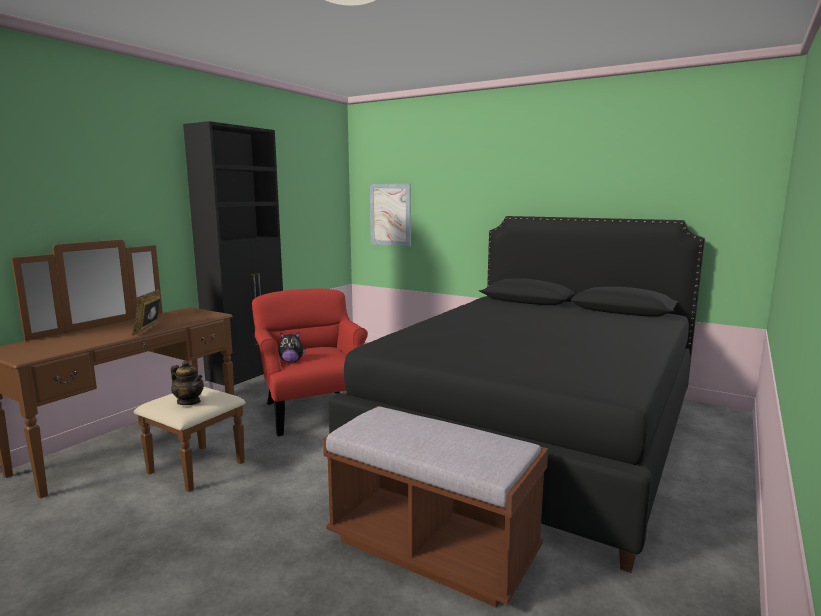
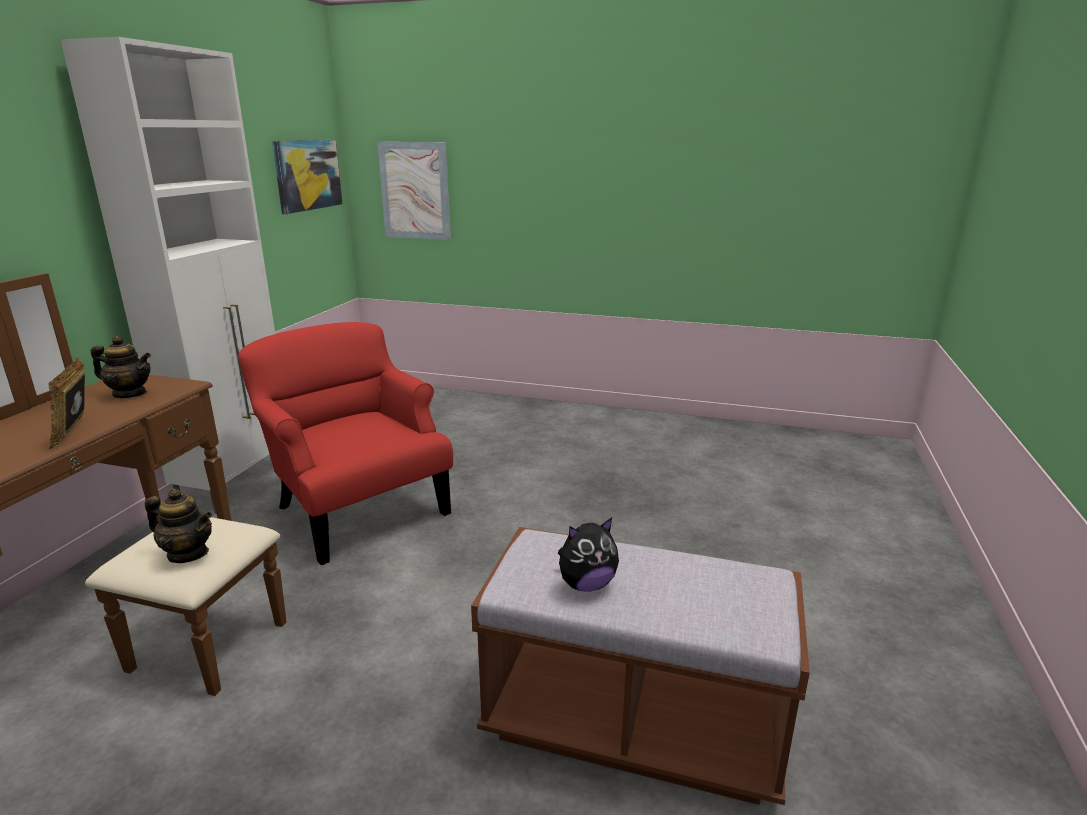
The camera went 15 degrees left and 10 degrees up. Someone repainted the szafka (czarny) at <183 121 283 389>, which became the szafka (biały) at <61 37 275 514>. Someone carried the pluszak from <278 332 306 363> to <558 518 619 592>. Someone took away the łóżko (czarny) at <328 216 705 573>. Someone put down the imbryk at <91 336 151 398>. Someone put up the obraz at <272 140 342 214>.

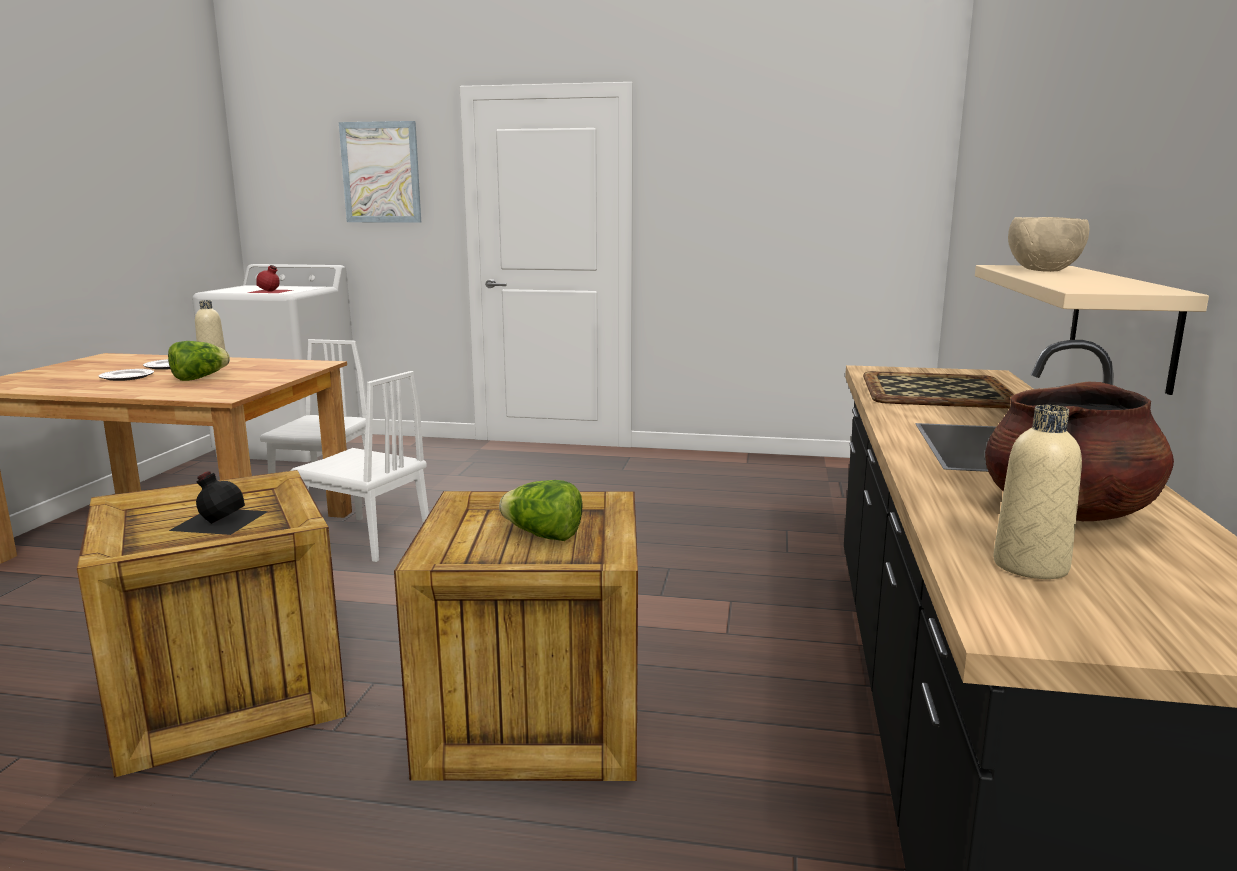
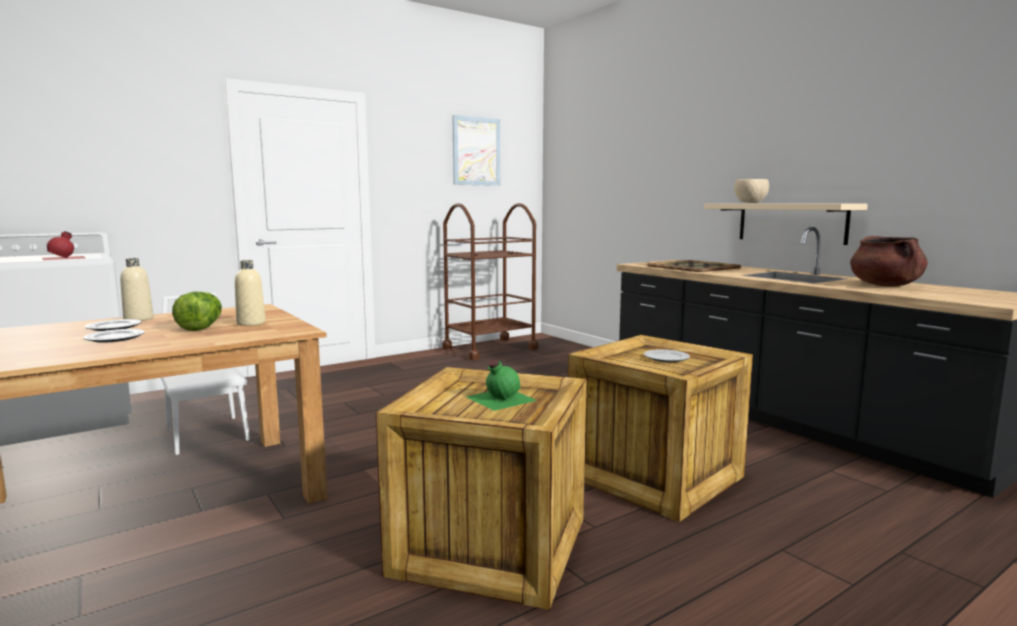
The camera went 45 degrees left and 5 degrees down. Someone repainted the butelka (czarny) at <169 471 268 535>, which became the butelka (zielony) at <466 360 538 411>. Someone took away the krzesło (biały) at <290 371 429 562>. Someone carried the obraz from <339 121 421 223> to <452 115 500 186>. Someone swapped the sałata at <499 480 583 541> for the talerz at <644 349 690 362>. Someone carried the butelka (beżowy) from <993 405 1082 579> to <235 260 266 326>. Someone put down the wózek (brązowy) at <442 203 538 360>.

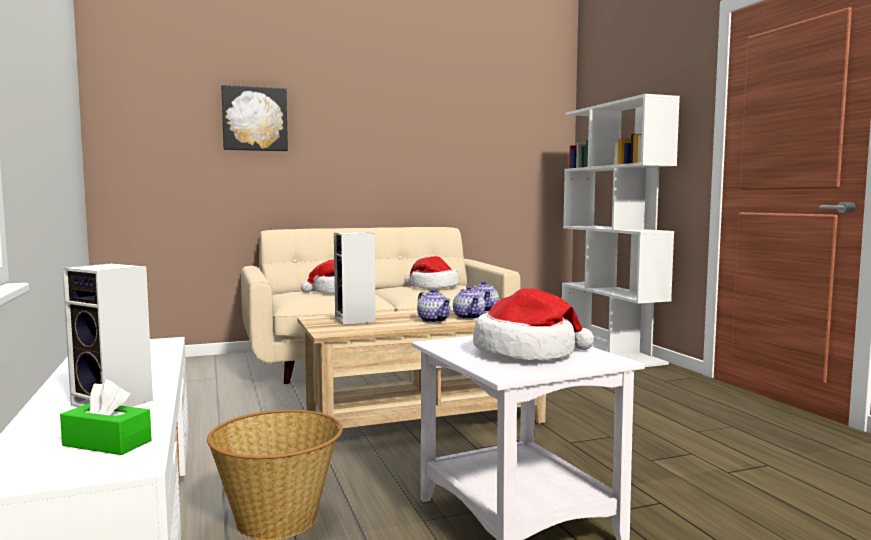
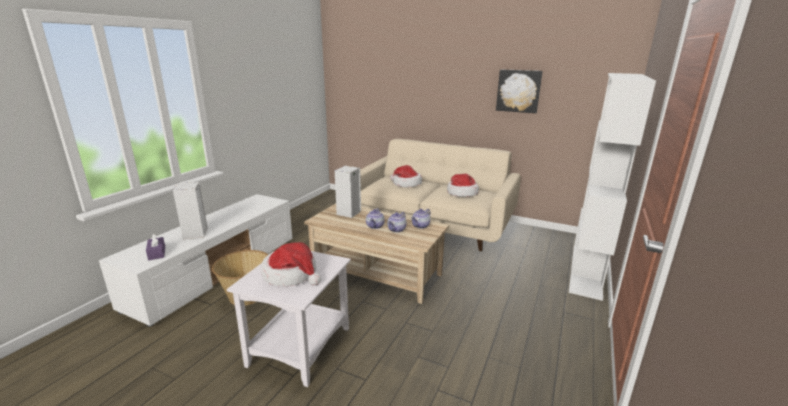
The camera went 45 degrees right and 15 degrees up. Someone repainted the pudełko chusteczek (zielony) at <60 380 152 455>, which became the pudełko chusteczek (fioletowy) at <146 233 165 260>. Someone carried the obraz from <221 85 288 151> to <496 70 543 113>.

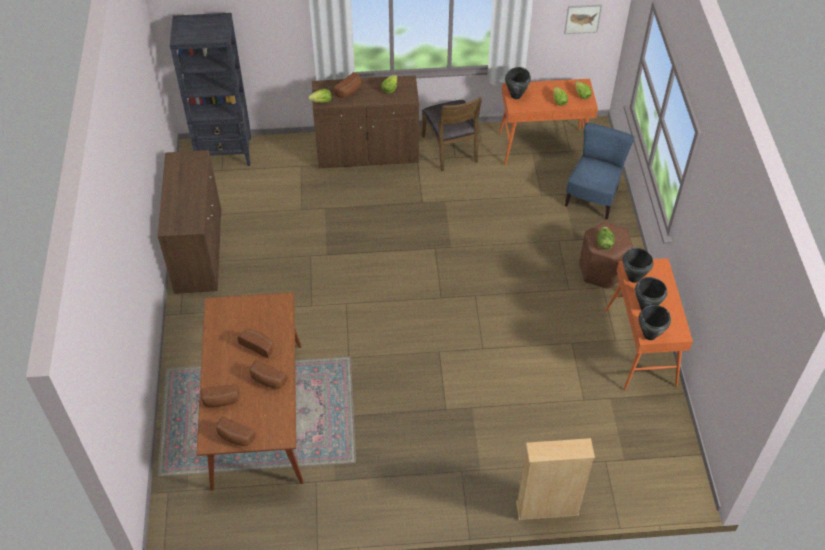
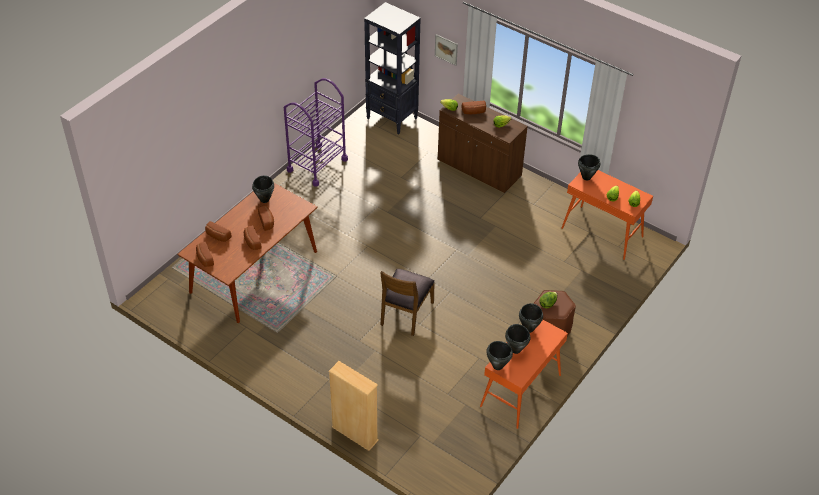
The camera went 40 degrees right and 5 degrees down. Someone swapped the szafka (brązowy) at <158 150 221 295> for the wózek (fioletowy) at <284 78 348 187>. Someone carried the krzesło (brązowy) from <421 97 482 171> to <381 269 435 336>. Someone carried the obraz from <564 5 602 34> to <435 34 458 66>. Someone took away the krzesło (niebieski) at <565 123 634 219>. Someone put down the garnek (czarny) at <252 175 274 203>.

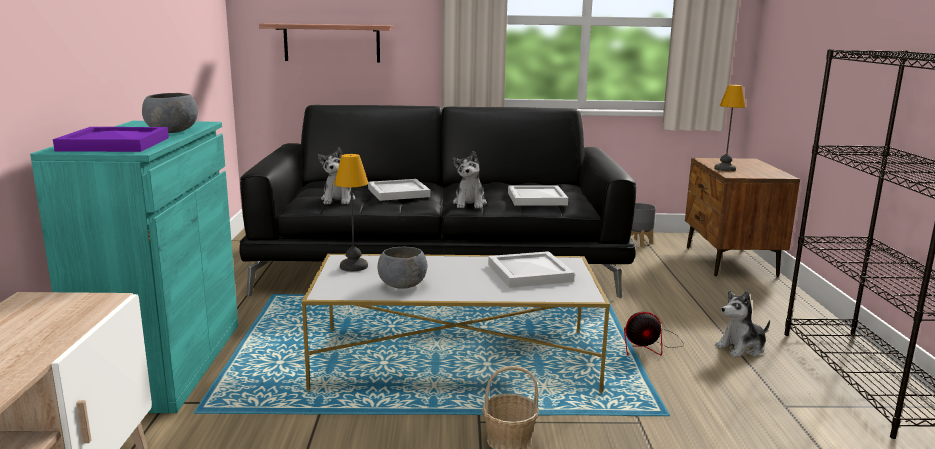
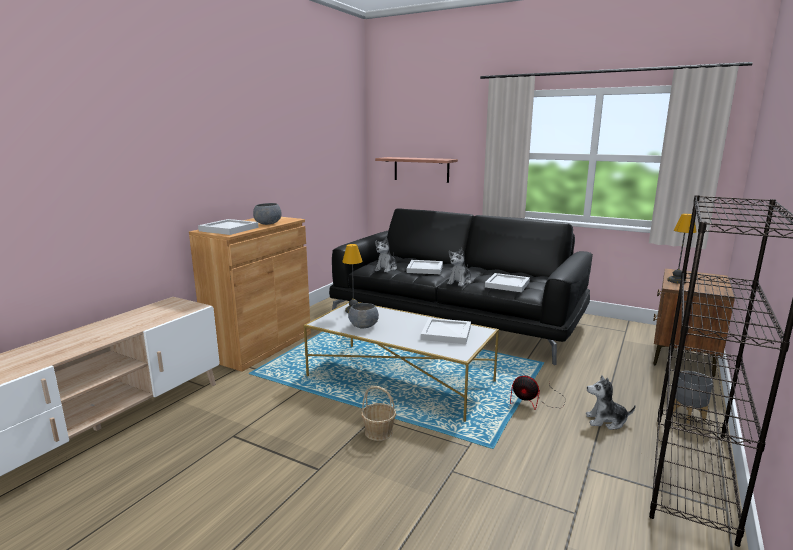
The camera went 30 degrees right and 0 degrees up. Someone repainted the szafka (turkusowy) at <30 121 238 413>, which became the szafka (brązowy) at <189 217 311 372>. Someone repainted the taca (fioletowy) at <53 127 169 152>, which became the taca (biały) at <198 219 259 235>. Someone carried the donica (szary) from <631 203 656 247> to <673 371 713 424>.

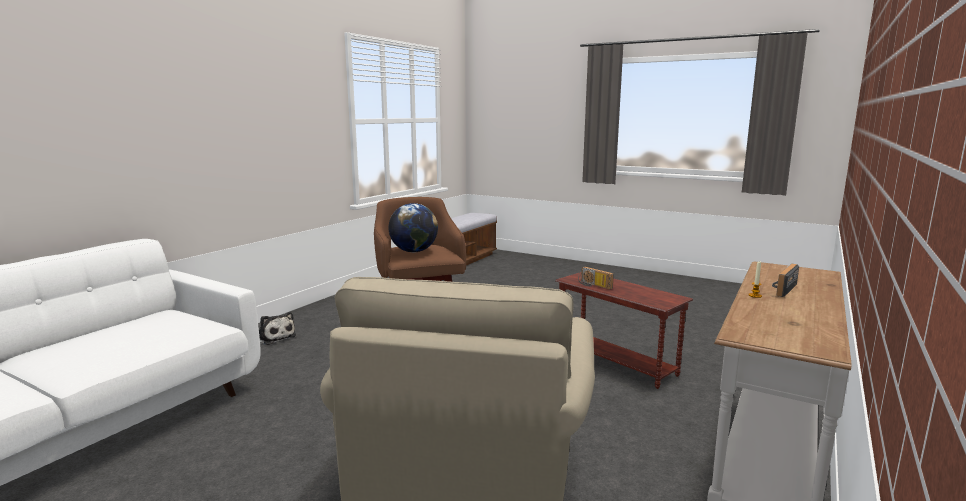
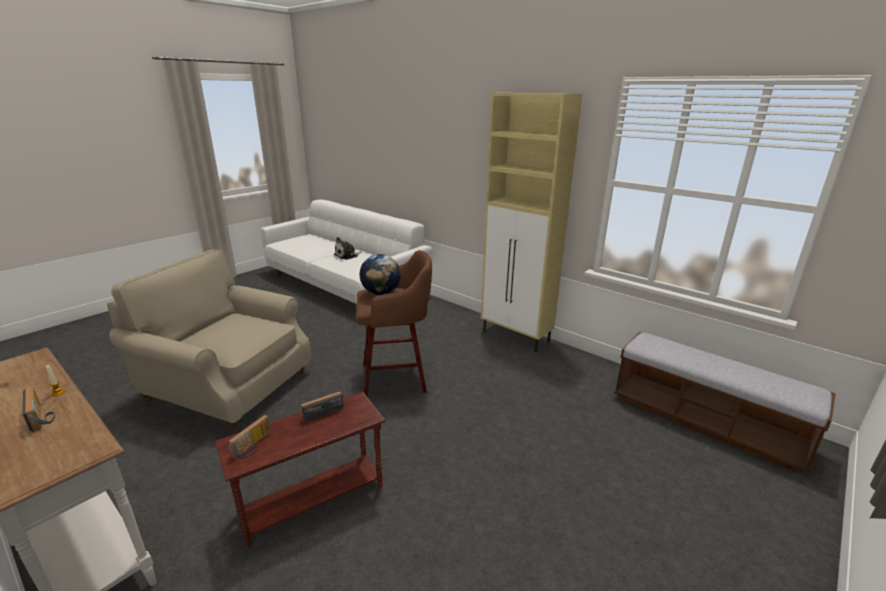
The camera went 100 degrees right and 10 degrees up. Someone carried the pluszak from <259 312 296 345> to <334 237 362 260>. Someone put down the radio at <228 415 271 459>. Someone put down the szafka (beżowy) at <481 93 582 352>.

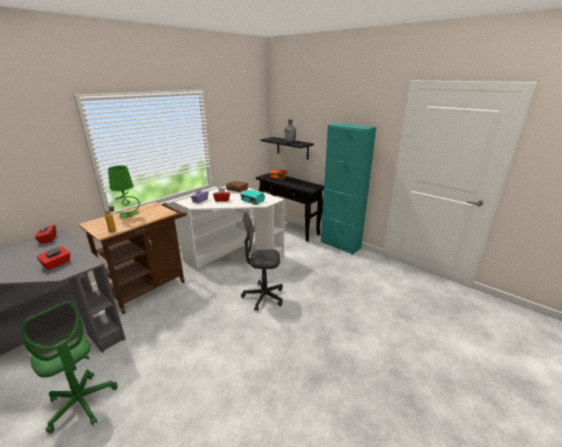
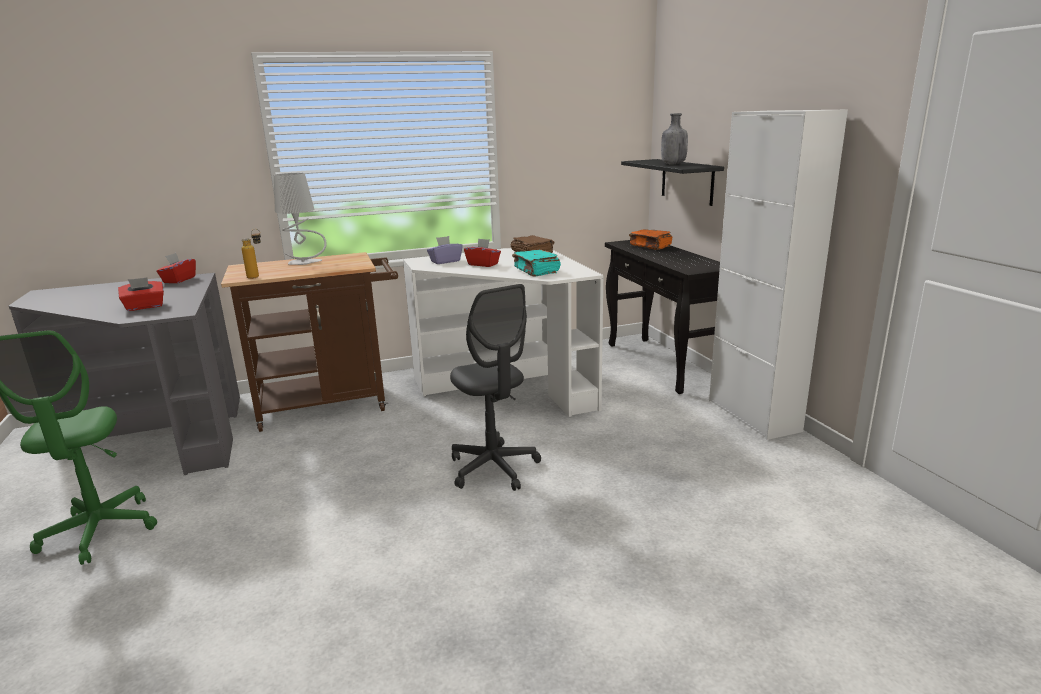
The camera went 30 degrees right and 5 degrees down. Someone repainted the lampa stołowa (zielony) at <108 165 140 218>, which became the lampa stołowa (szary) at <274 173 327 265>. Someone rotated the krzesło biurowe (szary) at <241 212 283 311> by 150 degrees counterclockwise. Someone repainted the szafka (turkusowy) at <321 123 376 255>, which became the szafka (biały) at <709 109 848 440>.

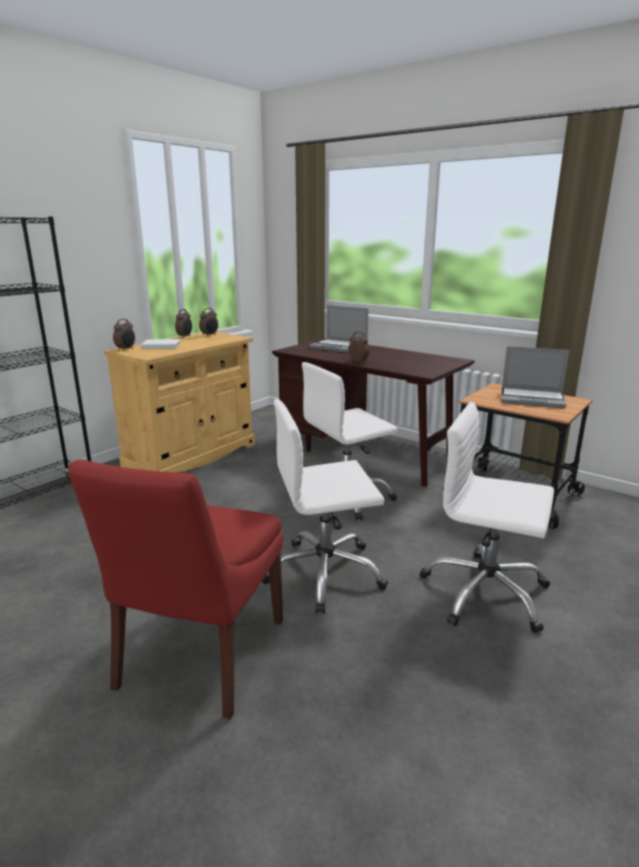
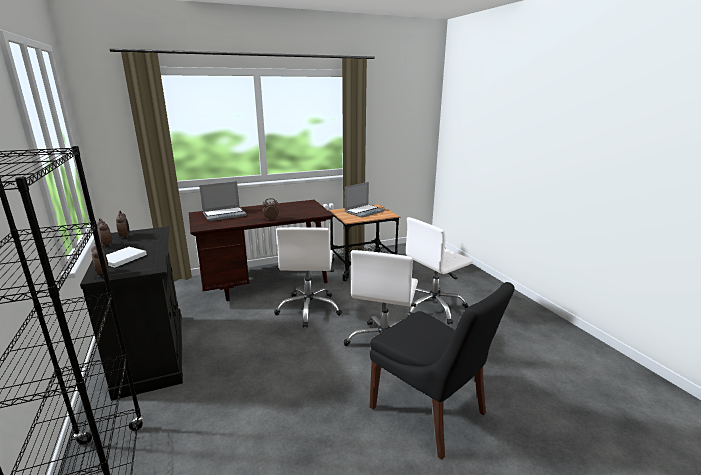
The camera went 60 degrees left and 0 degrees up. Someone repainted the krzesło (czerwony) at <68 459 283 720>, which became the krzesło (czarny) at <370 282 515 460>. Someone repainted the szafka (beżowy) at <104 332 255 472>, which became the szafka (czarny) at <80 226 183 401>.

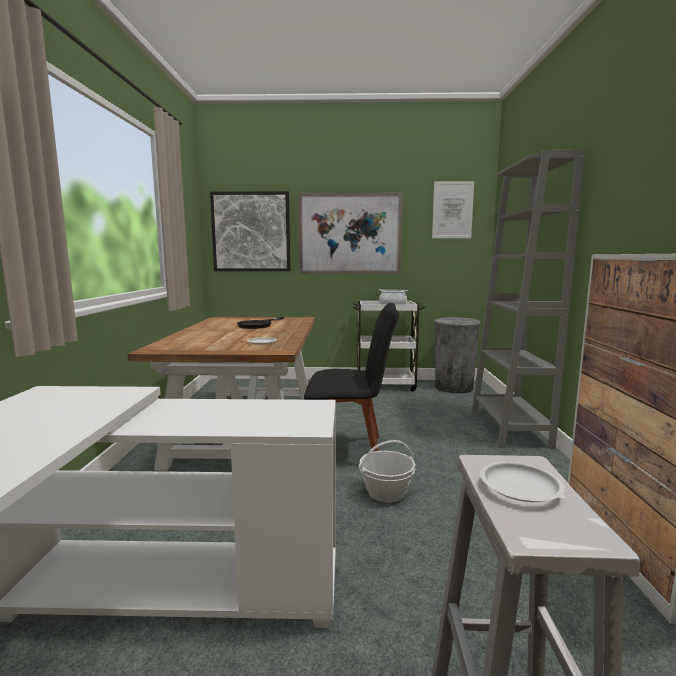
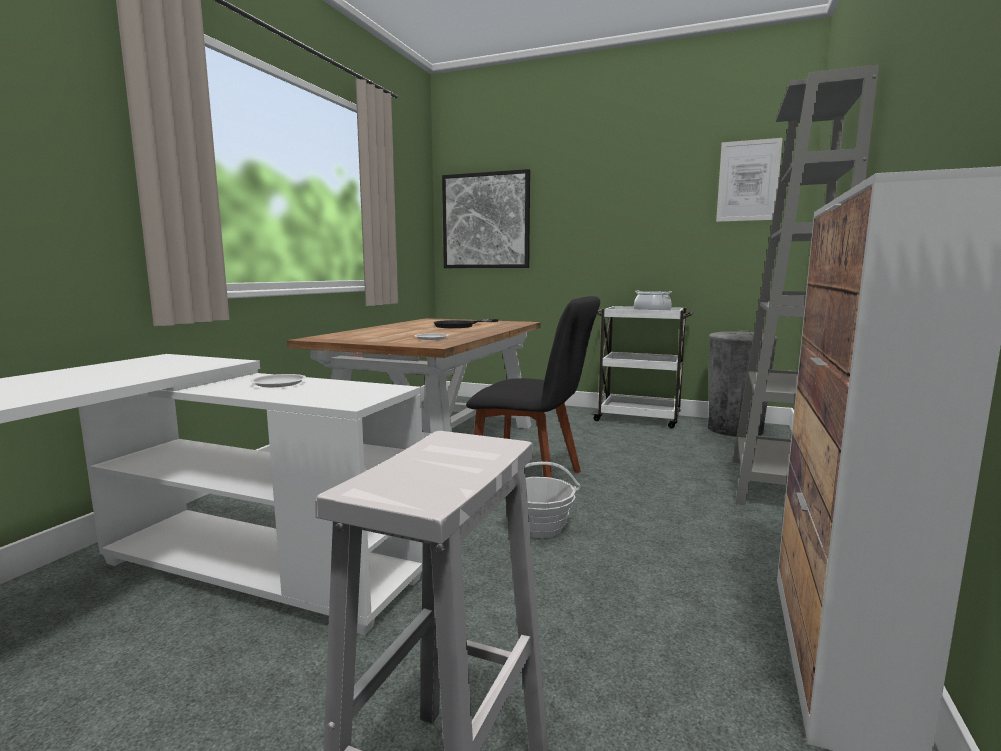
The camera went 20 degrees right and 0 degrees up. Someone took away the obraz at <298 193 403 274>. Someone carried the talerz (biały) from <480 462 565 502> to <250 374 306 387>.

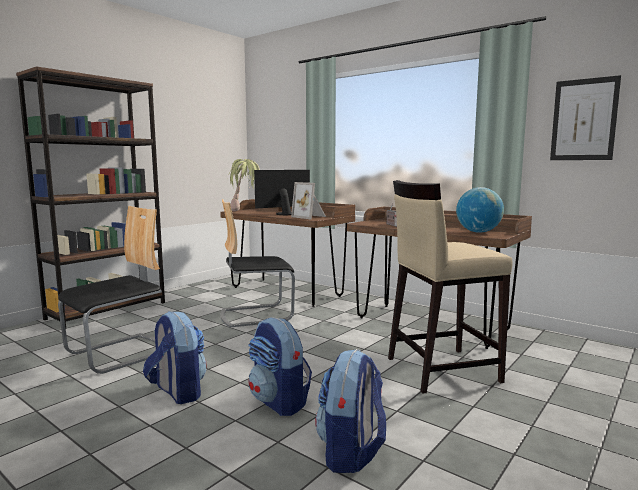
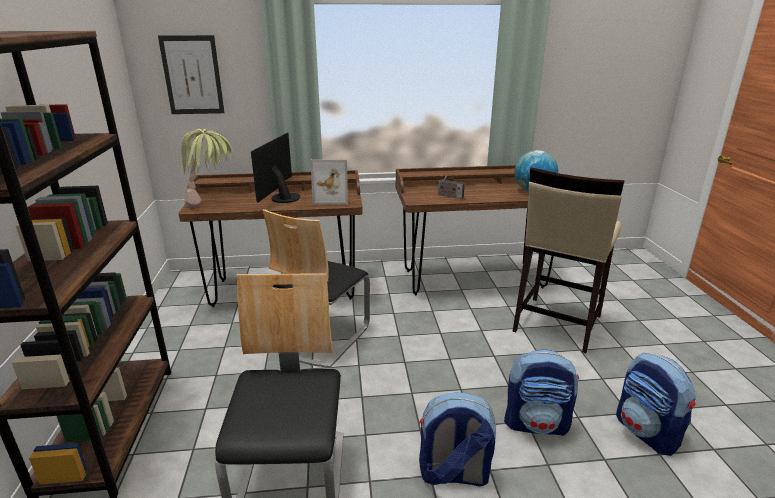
The camera went 45 degrees left and 15 degrees up. Someone carried the obraz from <550 75 621 160> to <158 35 224 114>.

